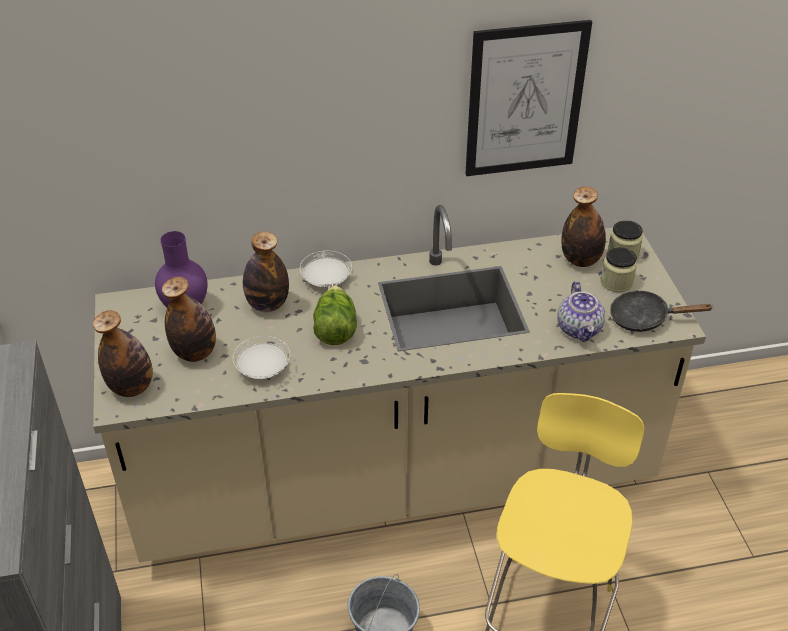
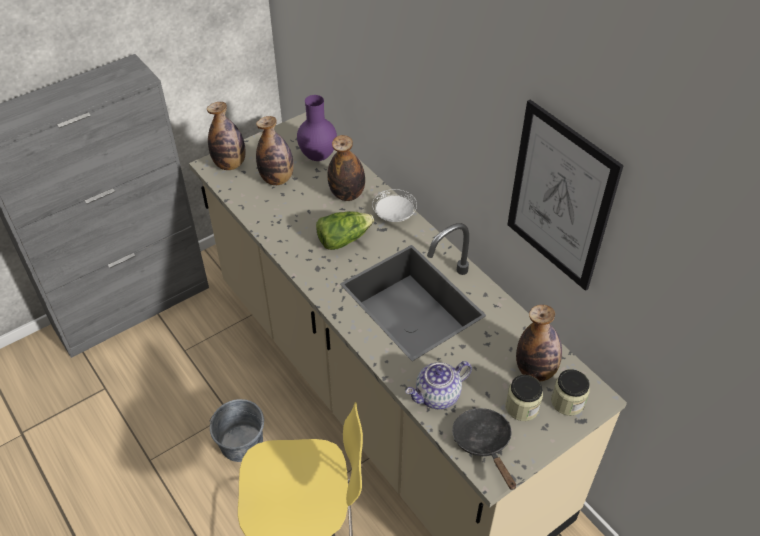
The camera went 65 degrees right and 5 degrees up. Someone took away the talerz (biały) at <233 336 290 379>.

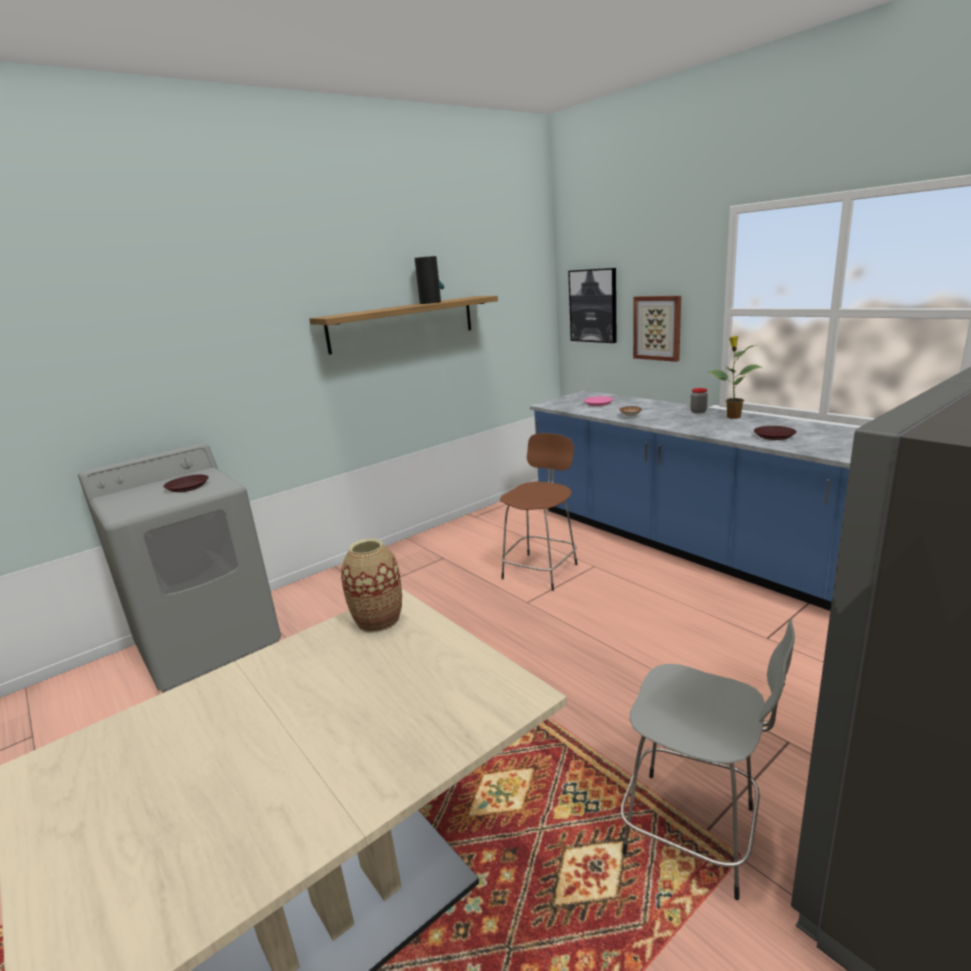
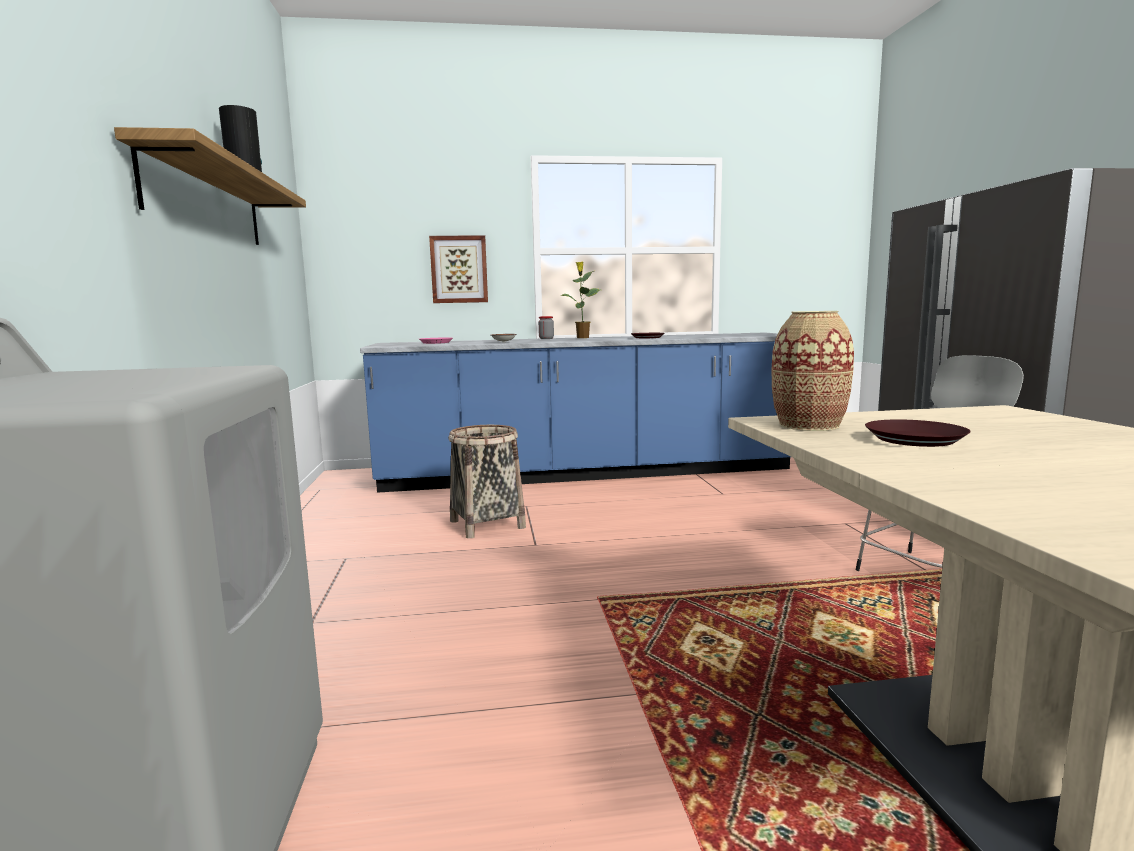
The camera went 60 degrees left and 10 degrees down. Someone carried the talerz (brązowy) from <163 475 209 492> to <865 419 971 447>. Someone swapped the stołek (brązowy) at <500 433 578 591> for the koszyk at <448 425 526 538>. Someone took away the obraz at <568 268 617 343>.

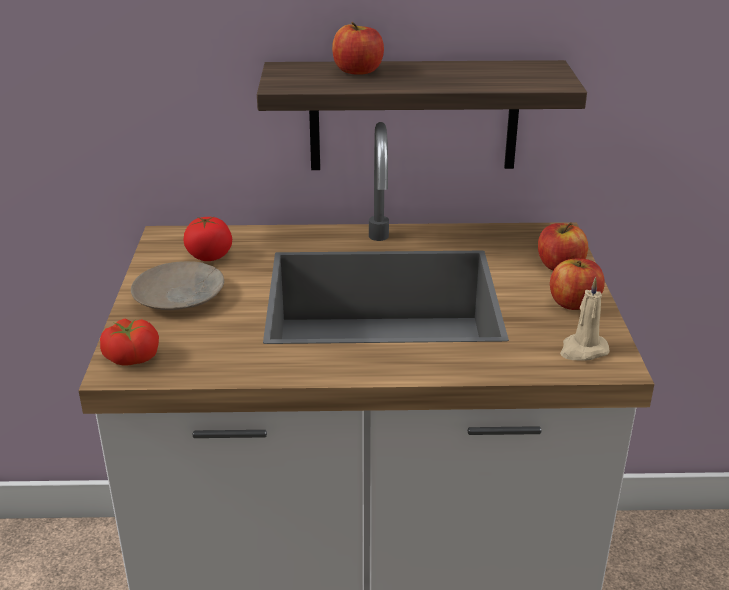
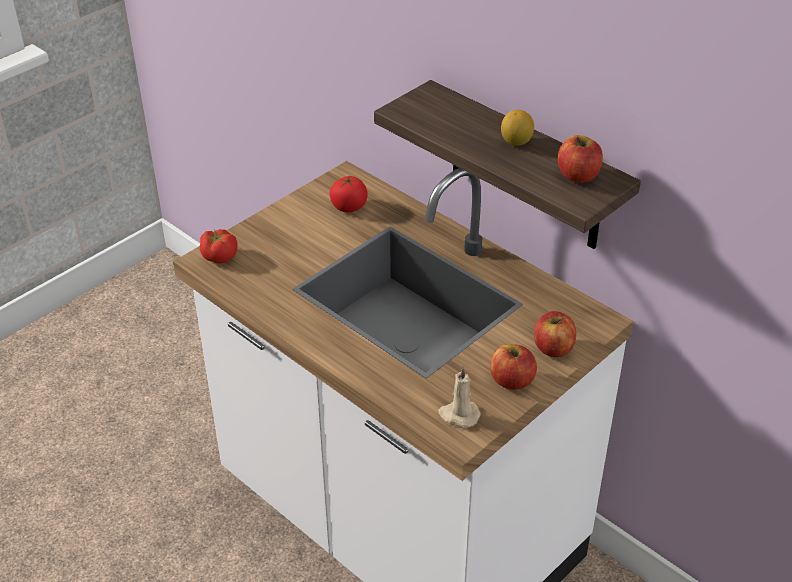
The camera went 45 degrees right and 10 degrees up. Someone took away the talerz (beżowy) at <131 261 224 310>. Someone carried the jabłko from <332 22 384 75> to <558 135 603 183>. Someone put down the cytryna at <501 110 534 146>.

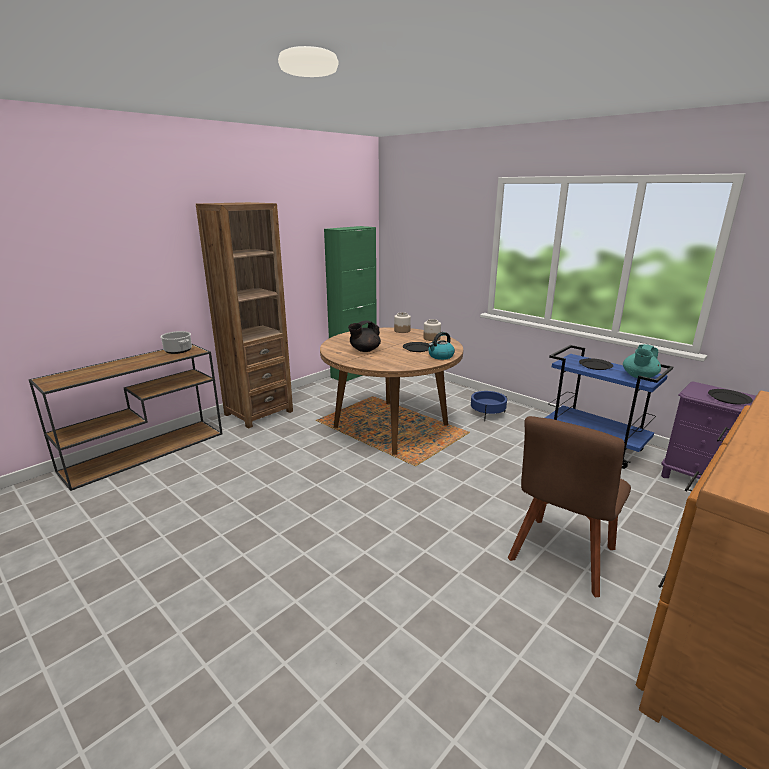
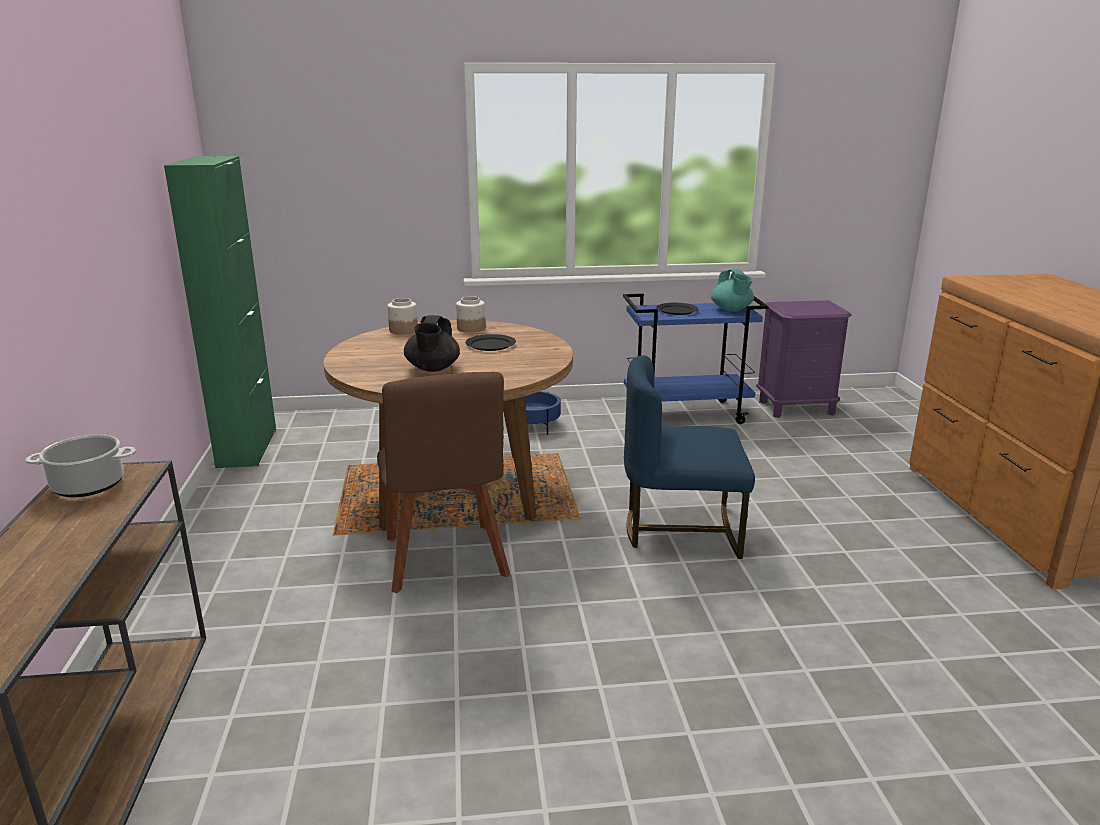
The camera went 50 degrees left and 0 degrees up. Someone took away the regał (brązowy) at <196 202 293 429>. Someone took away the czajnik at <428 332 455 360>. Someone carried the krzesło (brązowy) from <508 416 631 597> to <377 372 510 593>. Someone took away the talerz (czarny) at <708 389 753 405>. Someone put down the krzesło (niebieski) at <624 355 755 559>.

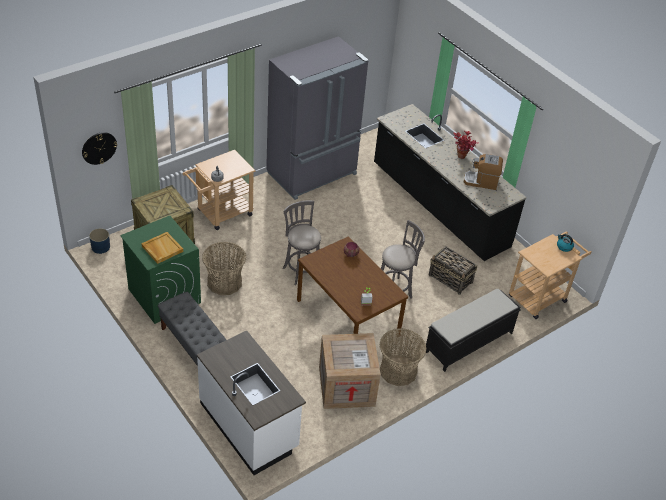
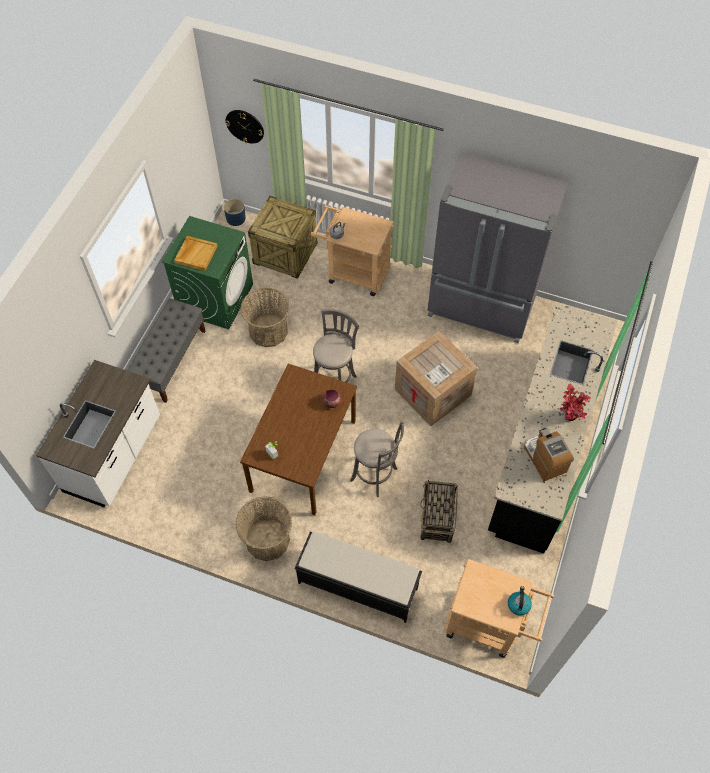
The camera went 60 degrees right and 15 degrees up. Someone carried the skrzynka from <319 333 381 409> to <395 331 478 426>.

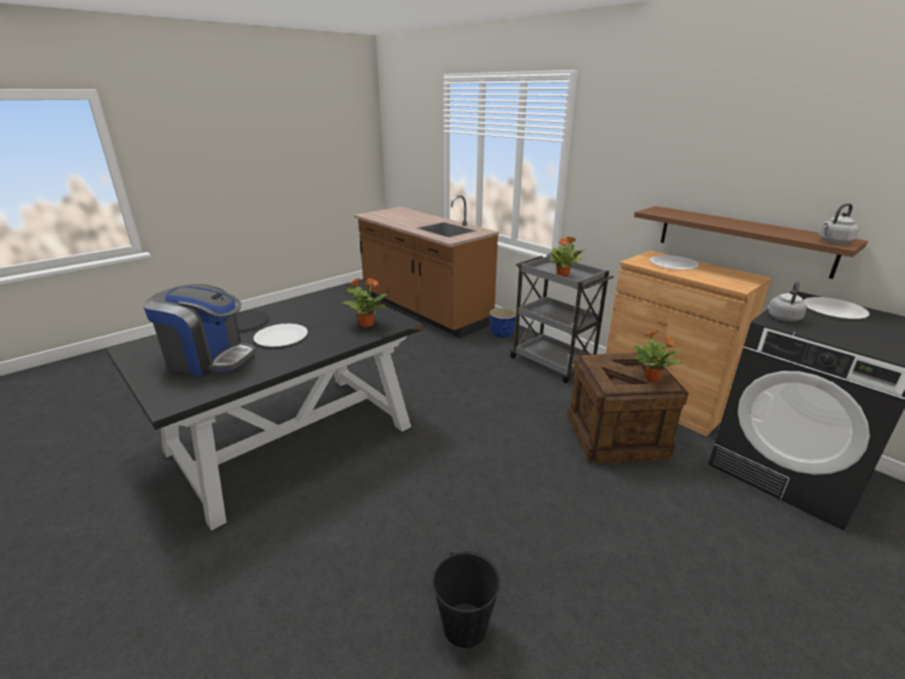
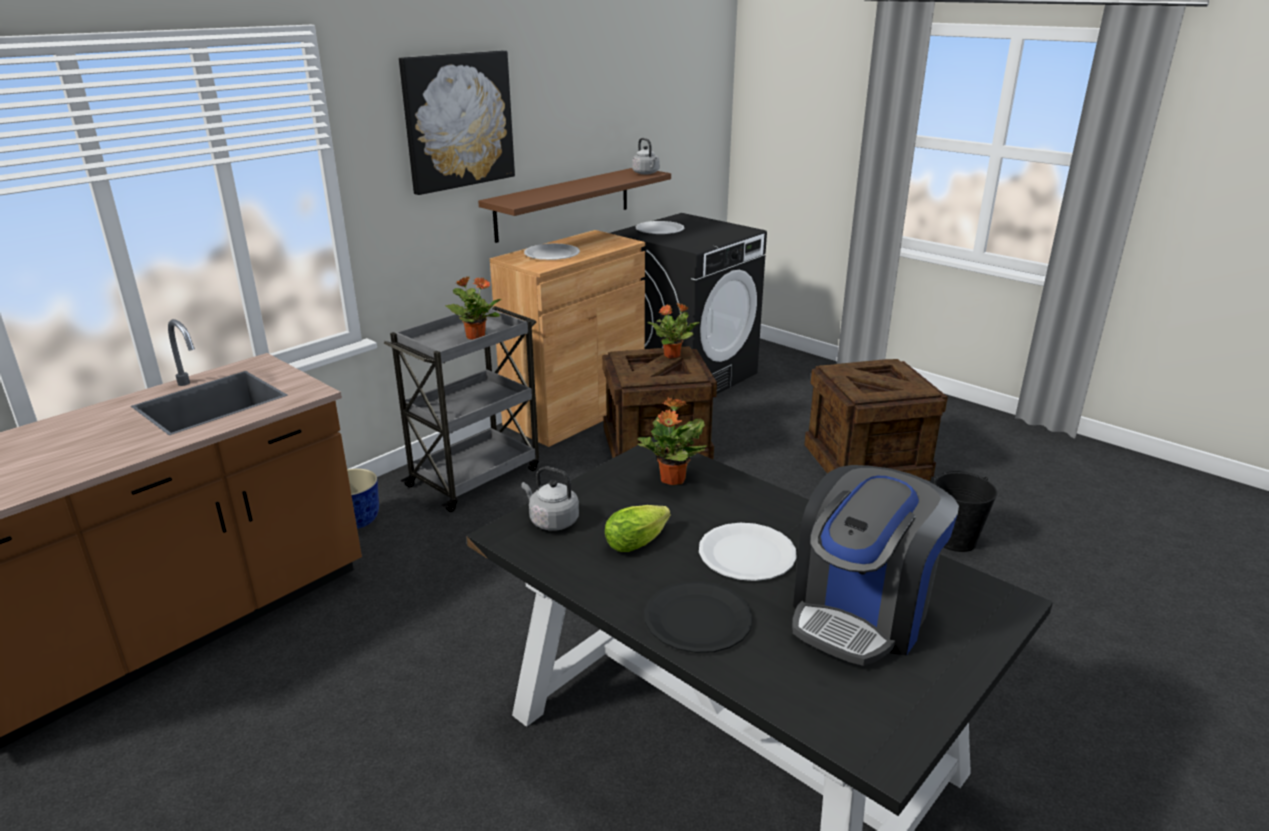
The camera went 95 degrees left and 0 degrees up. Someone rotated the ekspres do kawy at <143 284 256 377> by 150 degrees counterclockwise. Someone carried the czajnik (szary) from <768 281 807 322> to <521 466 579 531>. Someone put up the obraz at <399 51 515 195>. Someone put down the sałata at <605 505 671 552>. Someone put down the skrzynka at <804 359 948 481>.

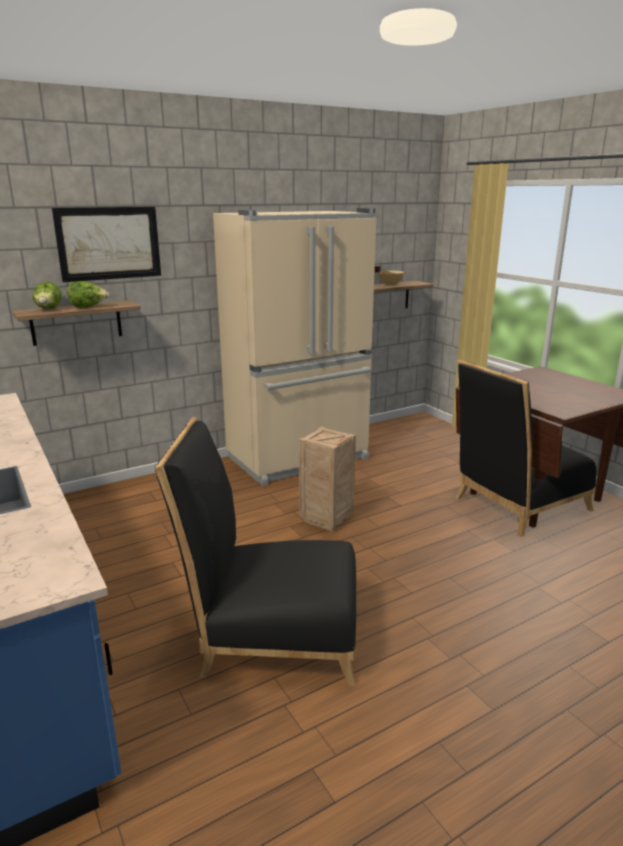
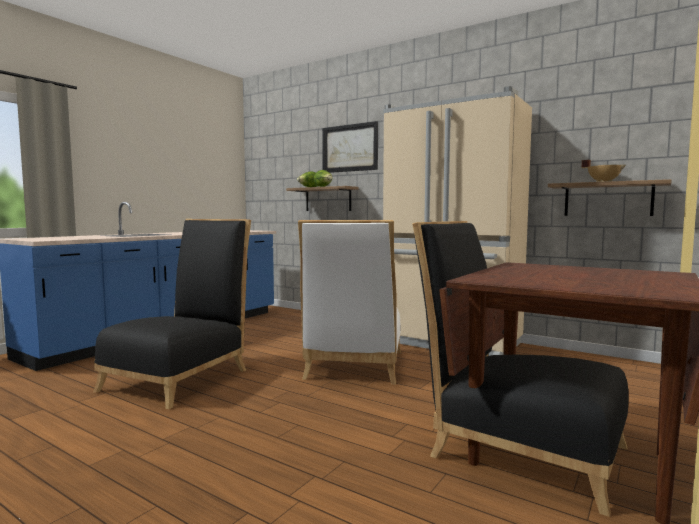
The camera went 65 degrees right and 15 degrees down. Someone rotated the krzesło (czarny) at <155 417 356 686> by 45 degrees clockwise. Someone swapped the skrzynka at <299 426 356 531> for the krzesło (biały) at <298 220 401 385>.

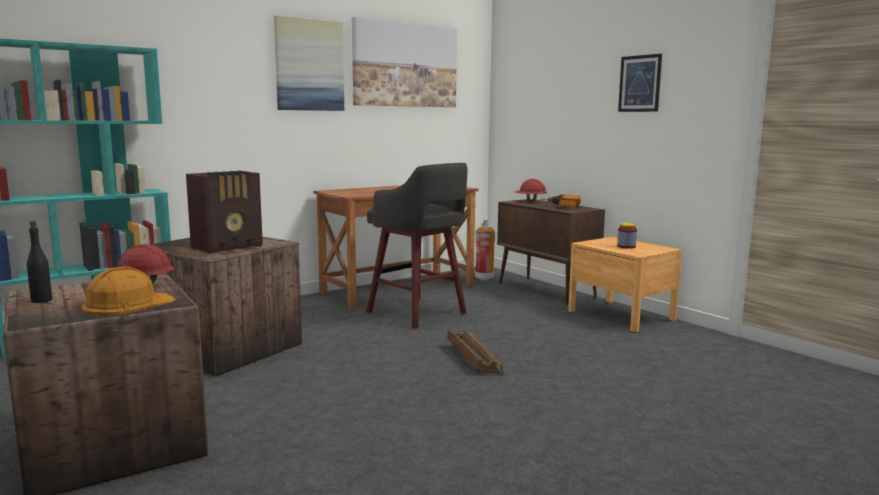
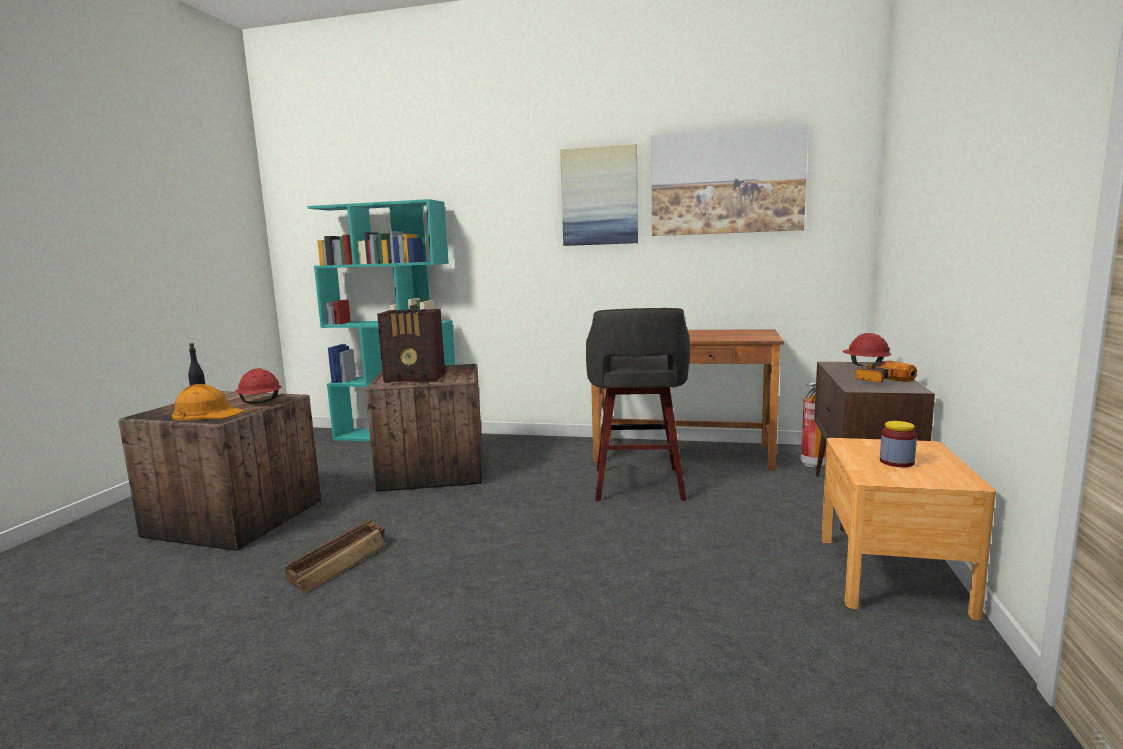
The camera went 50 degrees right and 0 degrees up. Someone carried the skrzynka from <447 329 504 374> to <285 519 385 594>. Someone took away the obraz at <618 54 662 112>.

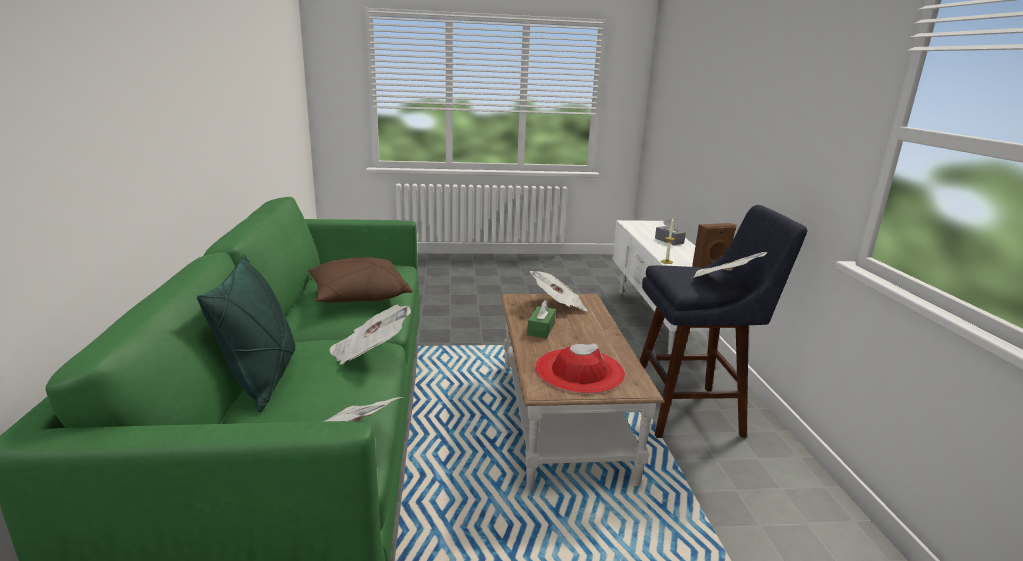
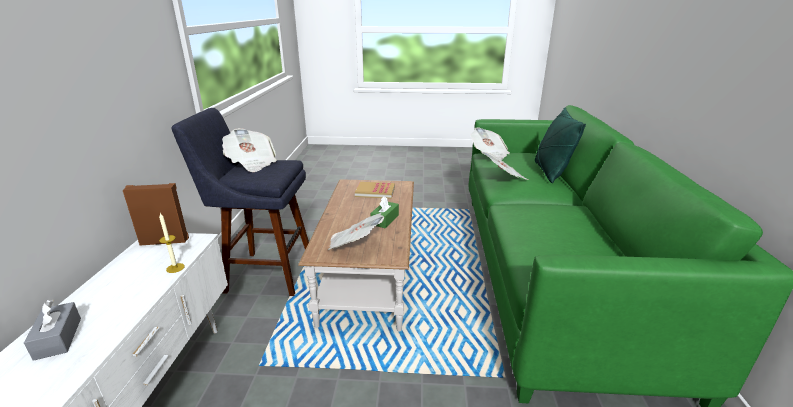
The camera went 170 degrees left and 5 degrees up. Someone took away the poduszka (brązowy) at <308 257 413 302>. Someone swapped the kapelusz (czerwony) at <535 343 625 394> for the książka at <355 182 395 199>.

